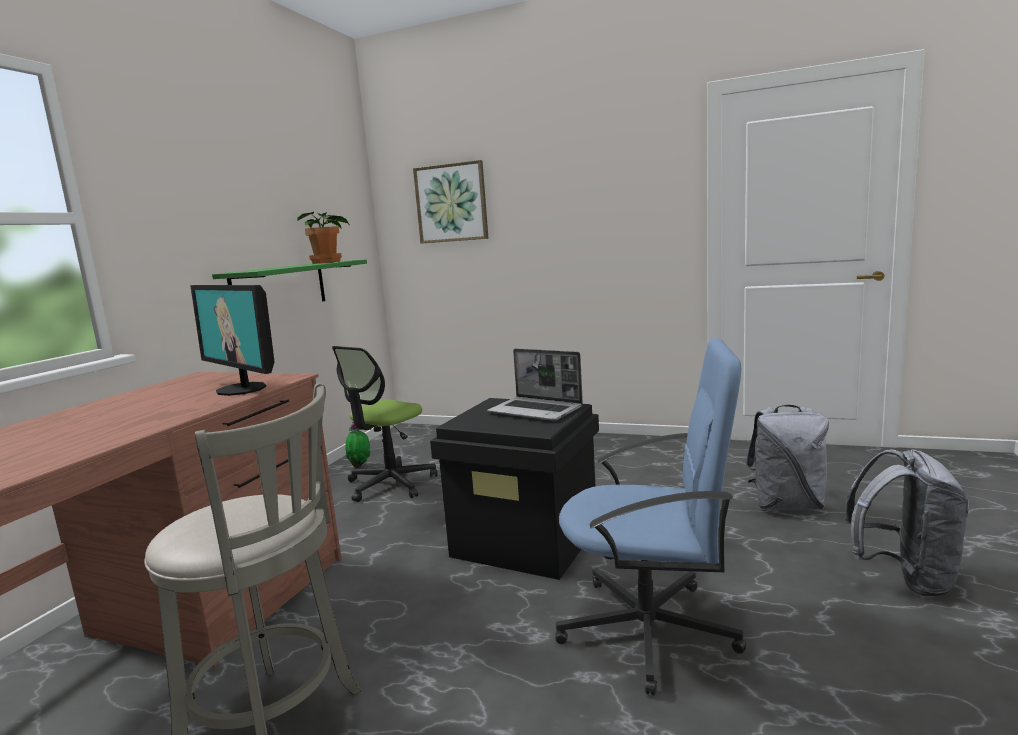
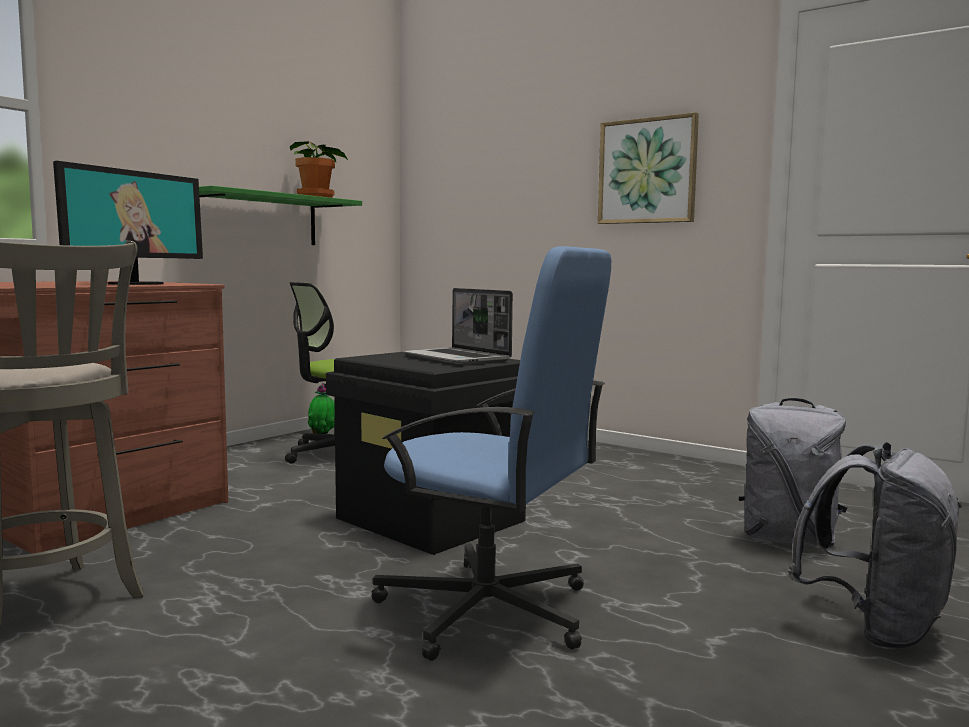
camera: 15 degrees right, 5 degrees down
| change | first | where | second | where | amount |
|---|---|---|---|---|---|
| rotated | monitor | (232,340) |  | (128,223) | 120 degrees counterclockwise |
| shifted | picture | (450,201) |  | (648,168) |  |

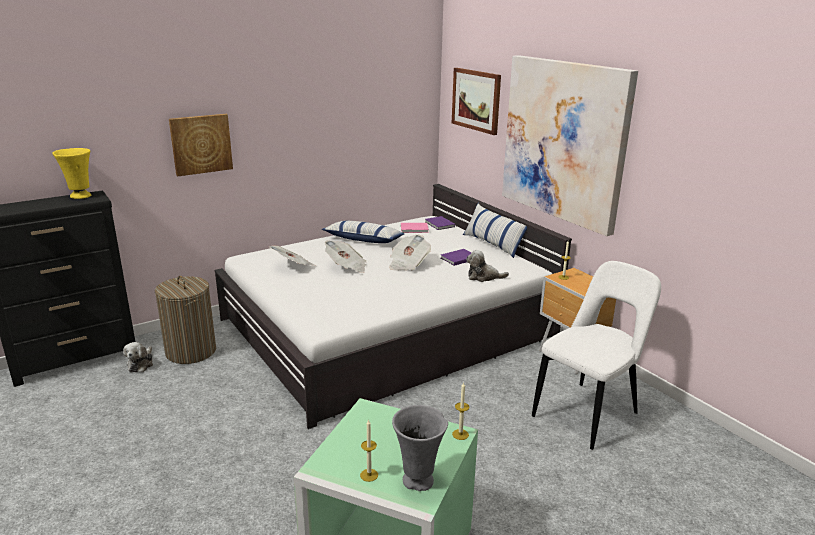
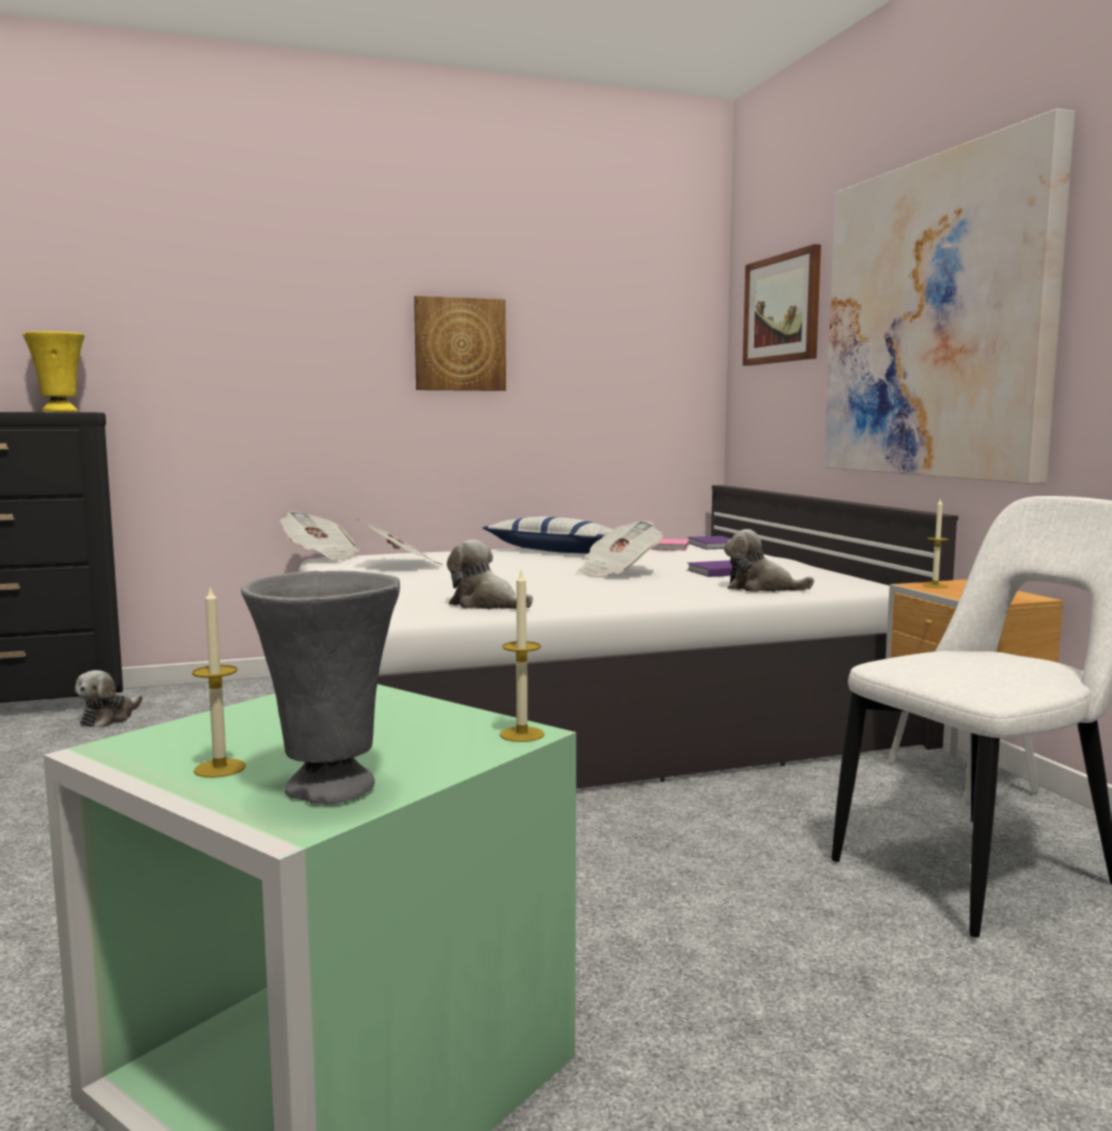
camera: 15 degrees right, 15 degrees down
| change | first | where | second | where | amount |
|---|---|---|---|---|---|
| shifted | newspaper | (345,256) |  | (320,536) |  |
| shifted | picture | (201,145) |  | (460,343) |  |
| new |  |  | plush toy | (490,574) |  |
| gone | laundry basket | (185,320) |  |  |  |
| gone | pillow | (495,231) |  |  |  |

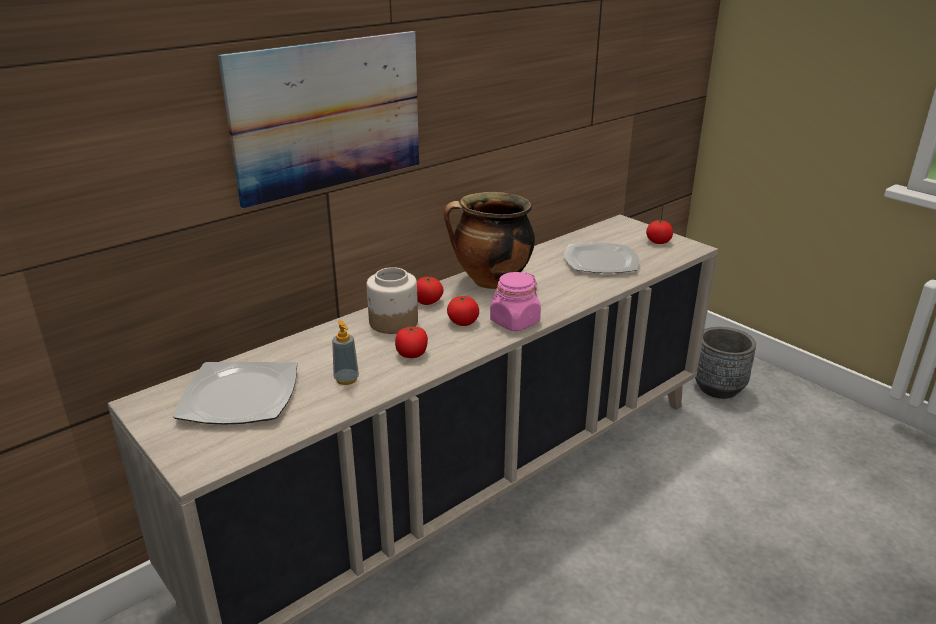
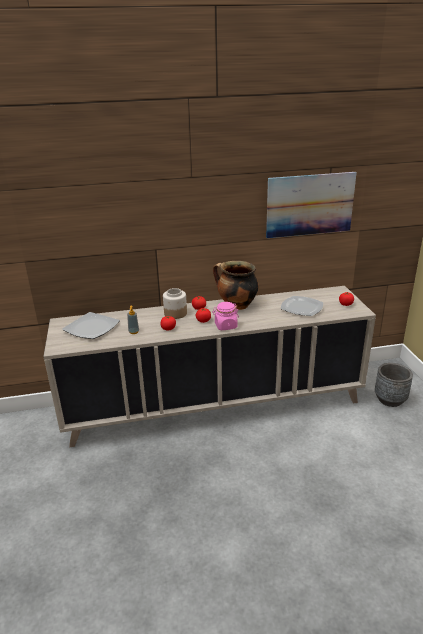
camera: 30 degrees right, 0 degrees up
| change | first | where | second | where | amount |
|---|---|---|---|---|---|
| shifted | picture | (318,120) |  | (311,205) |  |

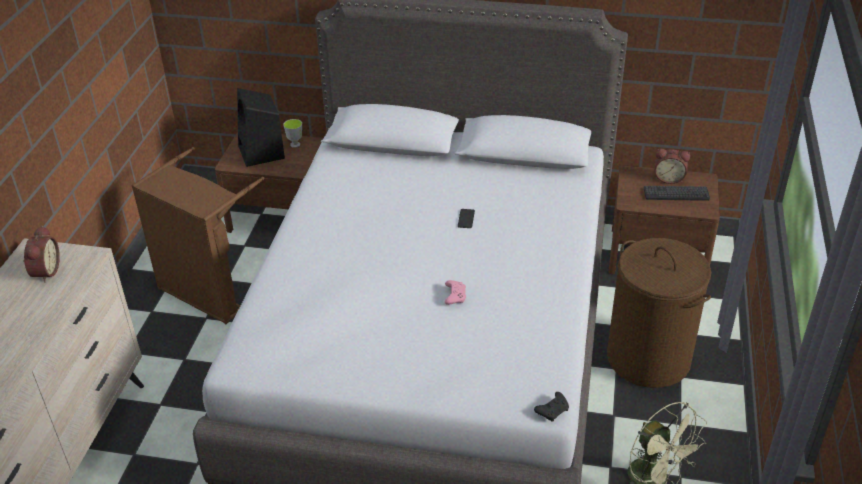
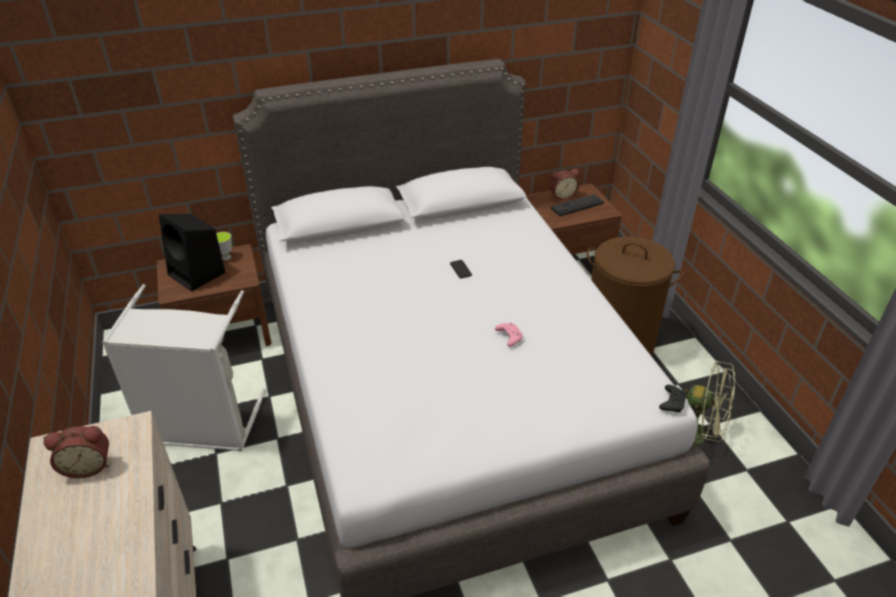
camera: 30 degrees left, 0 degrees up
| change | first | where | second | where | amount |
|---|---|---|---|---|---|
| rotated | alarm clock | (41,254) |  | (76,452) | 105 degrees clockwise |
| repainted | laundry basket (brown) | (198,235) | laundry basket (grey) | (184,368) |  |

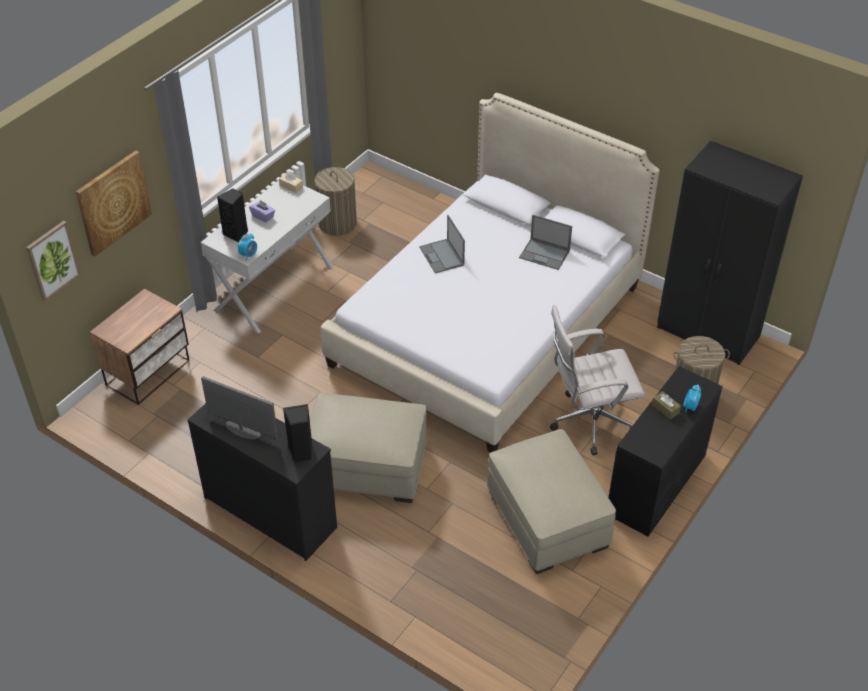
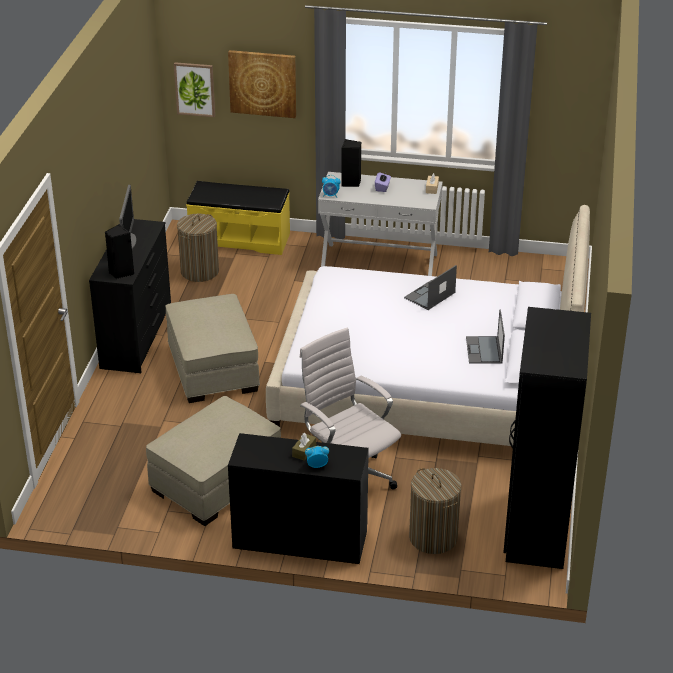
camera: 65 degrees right, 10 degrees down
| change | first | where | second | where | amount |
|---|---|---|---|---|---|
| shifted | laundry basket | (335,201) |  | (198,248) |  |
| swapped | nightstand | (140,347) | bench (yellow) | (238,218) |  |

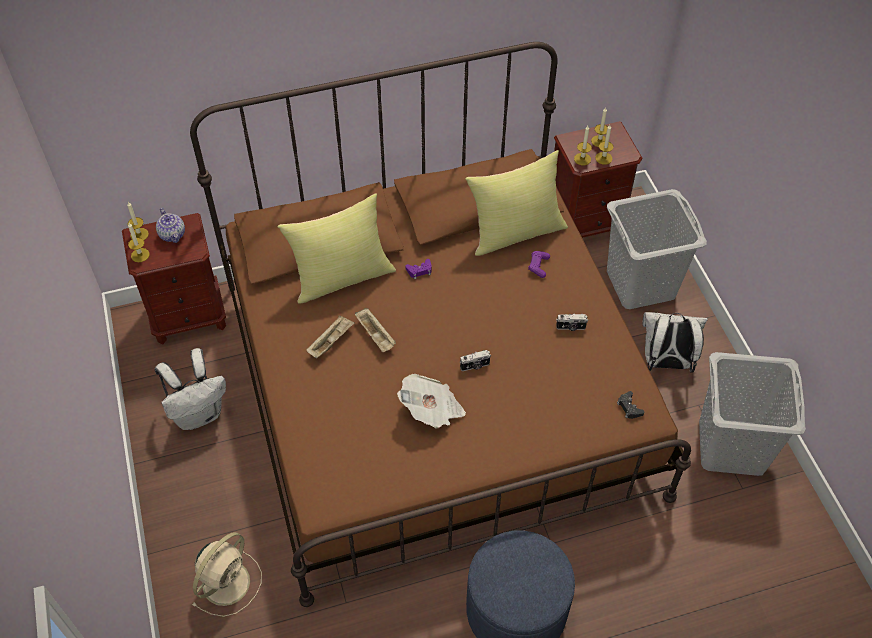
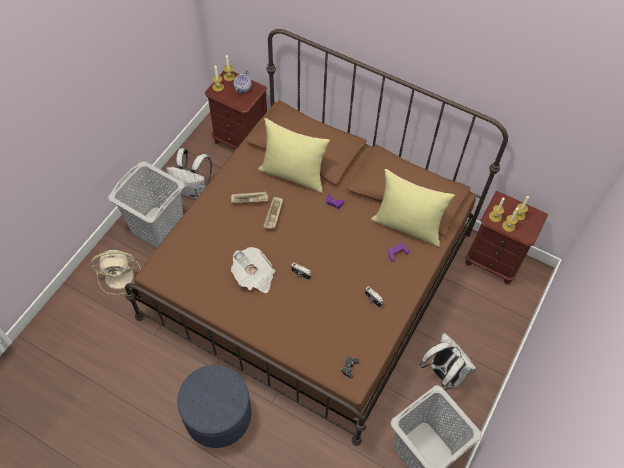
camera: 45 degrees right, 5 degrees up
| change | first | where | second | where | amount |
|---|---|---|---|---|---|
| shifted | laundry basket (grey) | (657,249) |  | (146,204) |  |

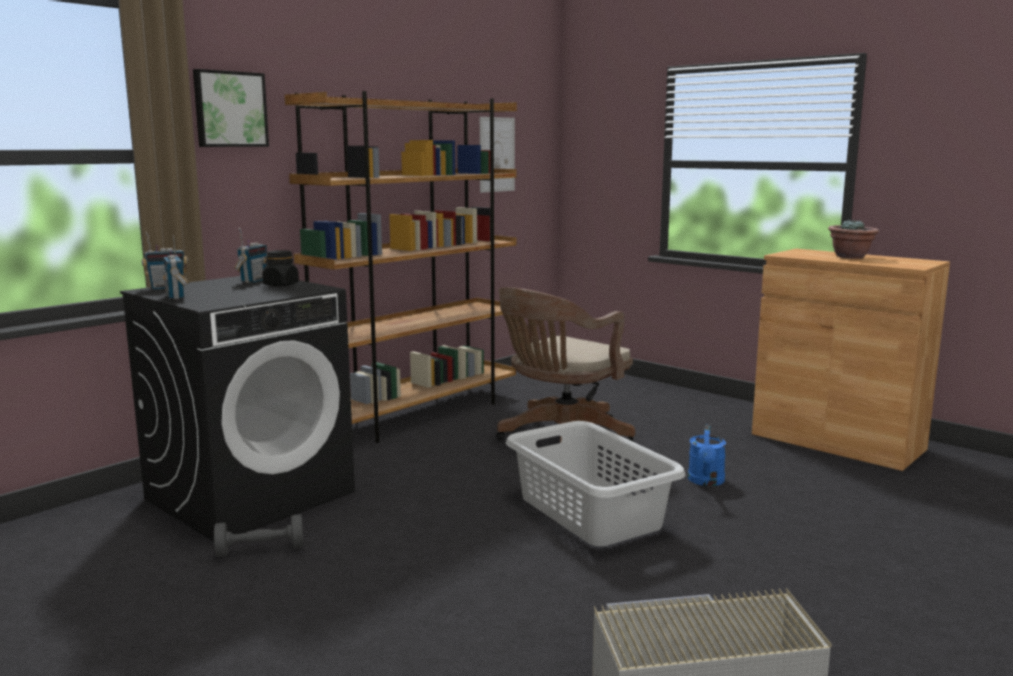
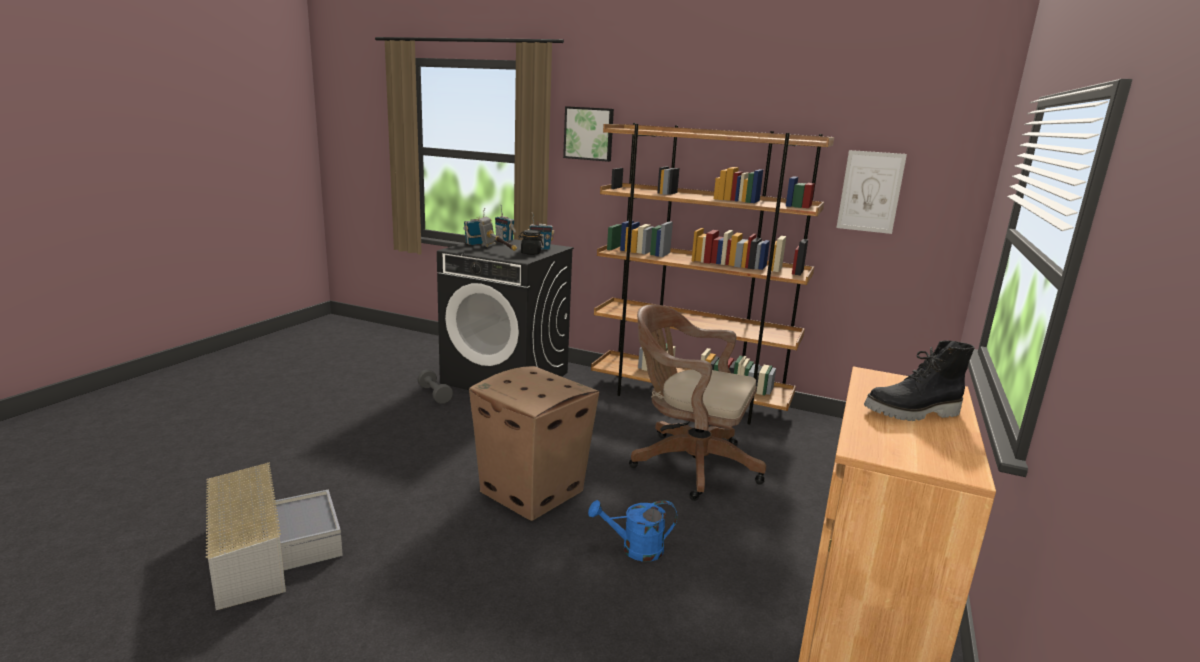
camera: 70 degrees right, 5 degrees up
| change | first | where | second | where | amount |
|---|---|---|---|---|---|
| swapped | laundry basket (grey) | (596,483) | cardboard box | (534,443) |  |
| new |  |  | hammer | (497,234) |  |
| swapped | potted plant | (853,239) | boot (black) | (919,381) |  |

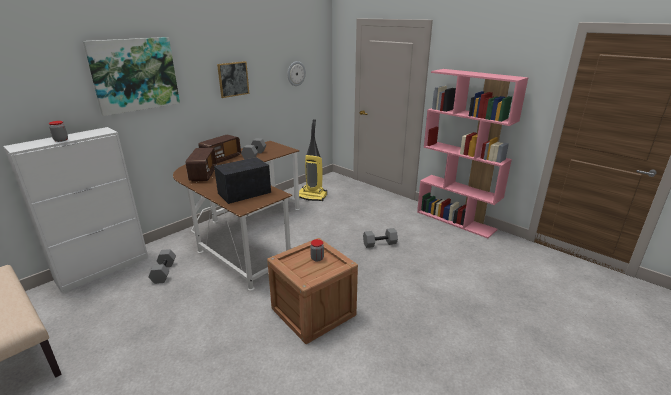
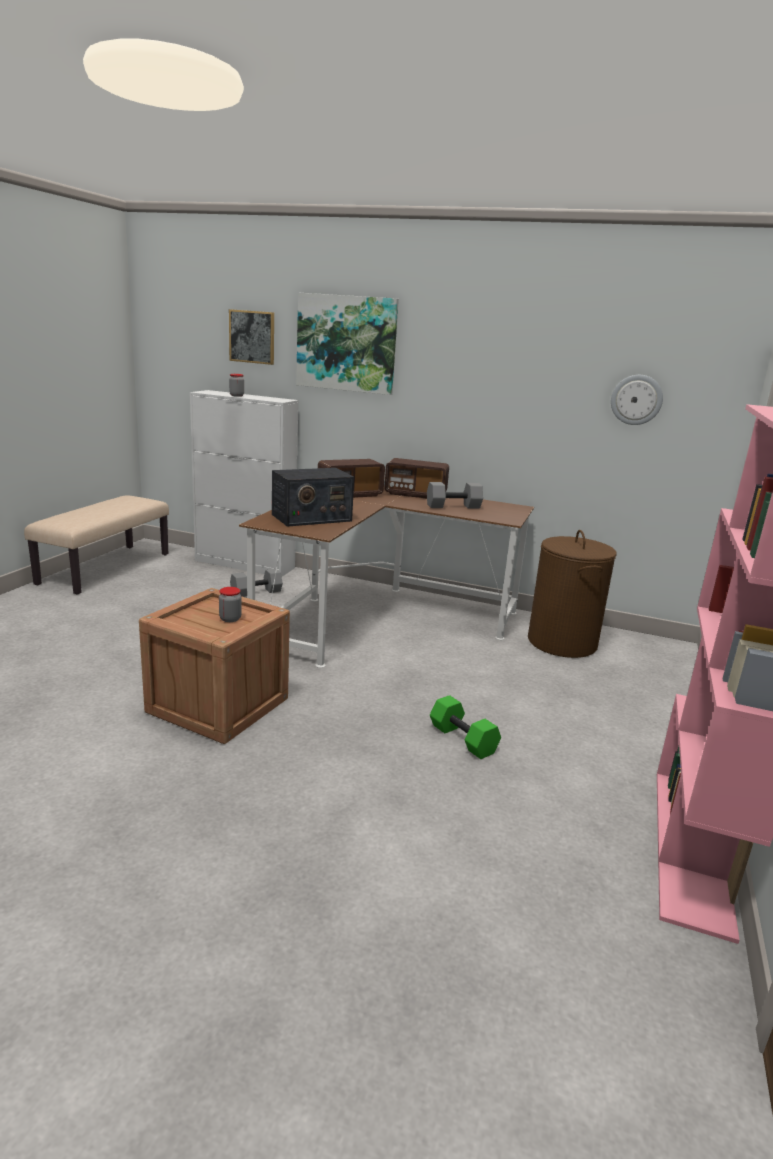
camera: 65 degrees right, 5 degrees down
| change | first | where | second | where | amount |
|---|---|---|---|---|---|
| shifted | picture | (233,79) |  | (251,337) |  |
| rotated | radio | (242,180) |  | (313,497) | 120 degrees clockwise |
| repainted | dumbbell (grey) | (380,238) | dumbbell (green) | (465,727) |  |
| swapped | vacuum cleaner | (313,160) | laundry basket (brown) | (572,594) |  |

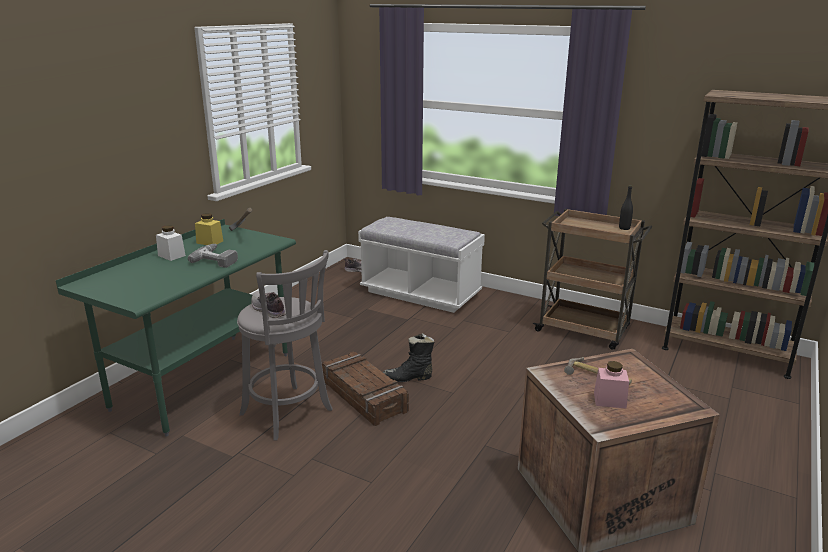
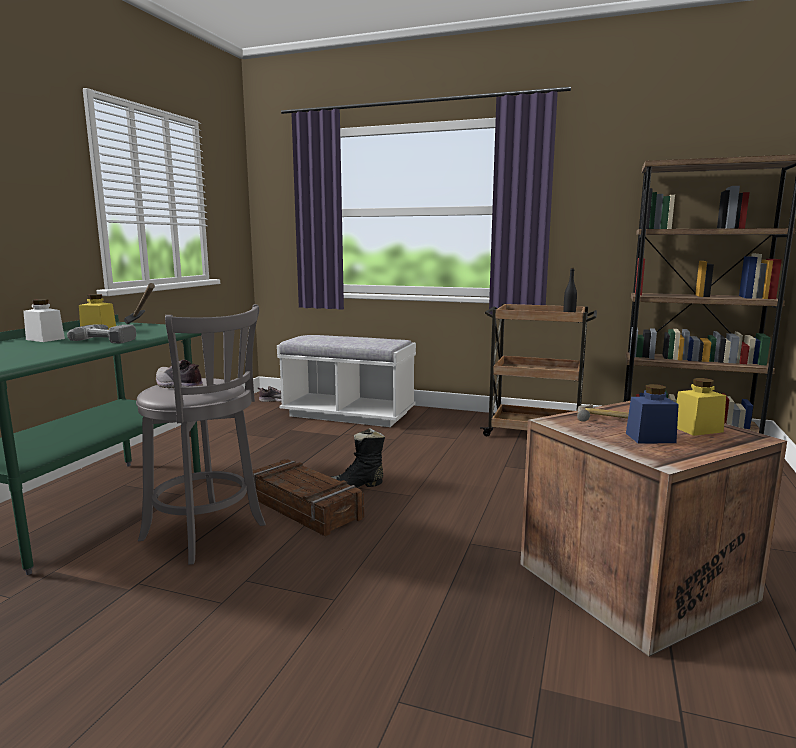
camera: 10 degrees left, 10 degrees down
| change | first | where | second | where | amount |
|---|---|---|---|---|---|
| repainted | jar (pink) | (611,385) | jar (blue) | (652,413) |  |
| new |  |  | jar (yellow) | (701,407) |  |

